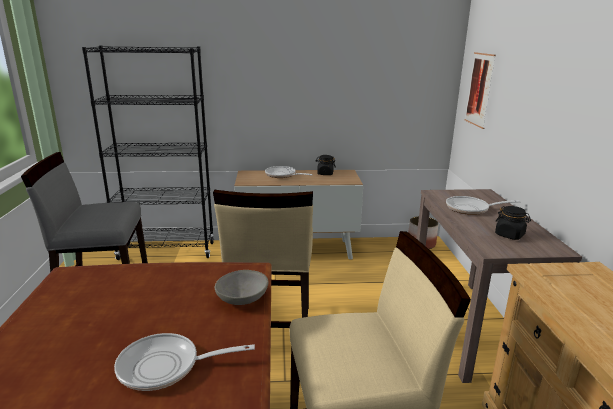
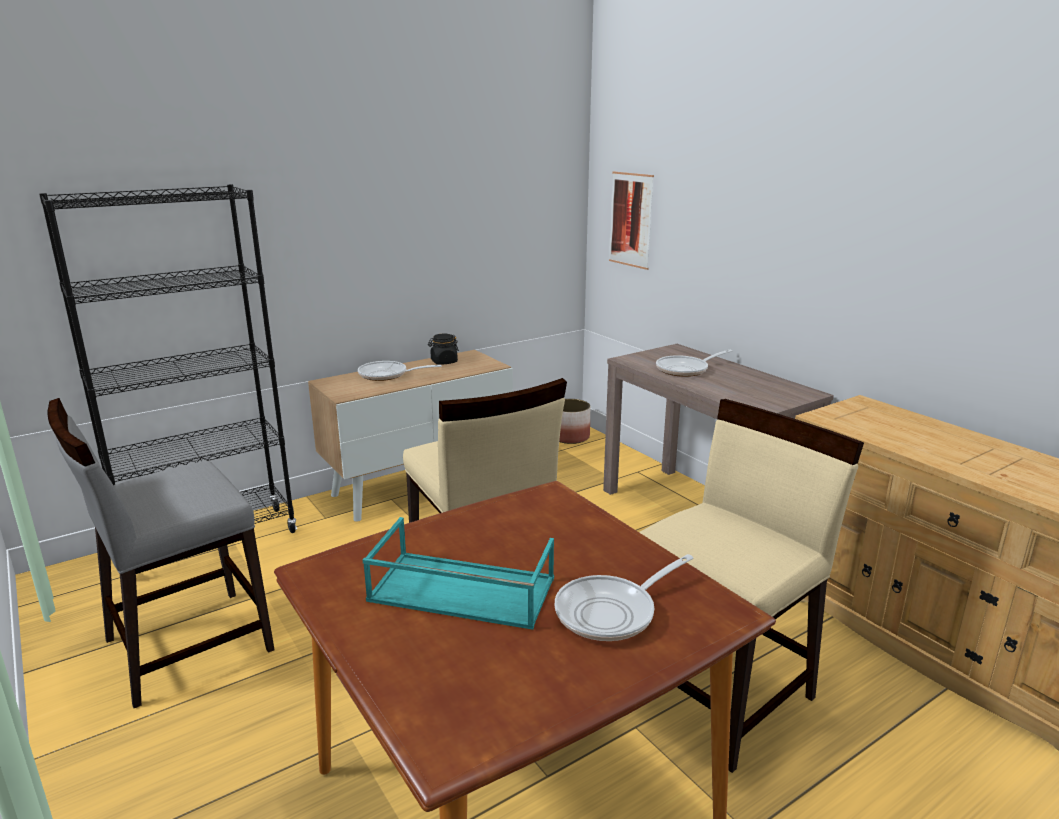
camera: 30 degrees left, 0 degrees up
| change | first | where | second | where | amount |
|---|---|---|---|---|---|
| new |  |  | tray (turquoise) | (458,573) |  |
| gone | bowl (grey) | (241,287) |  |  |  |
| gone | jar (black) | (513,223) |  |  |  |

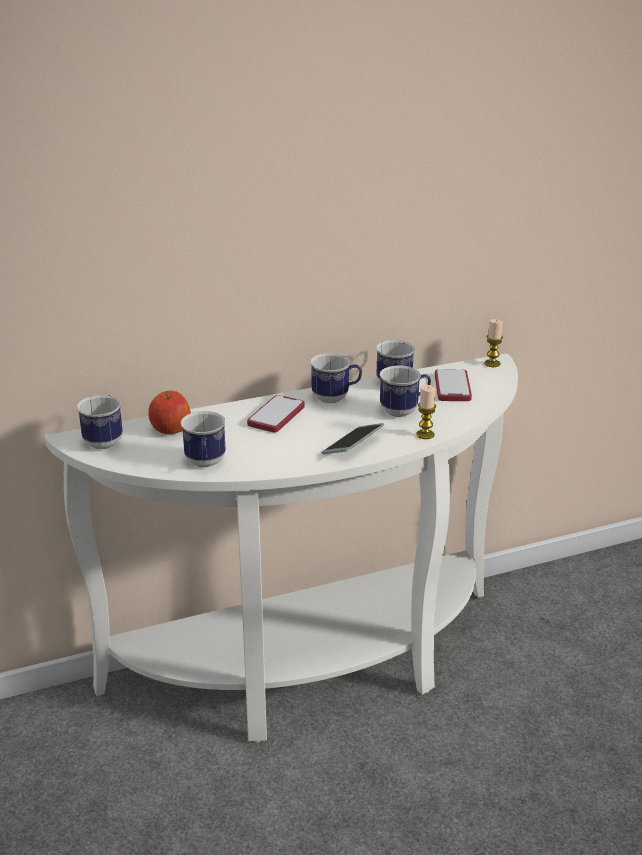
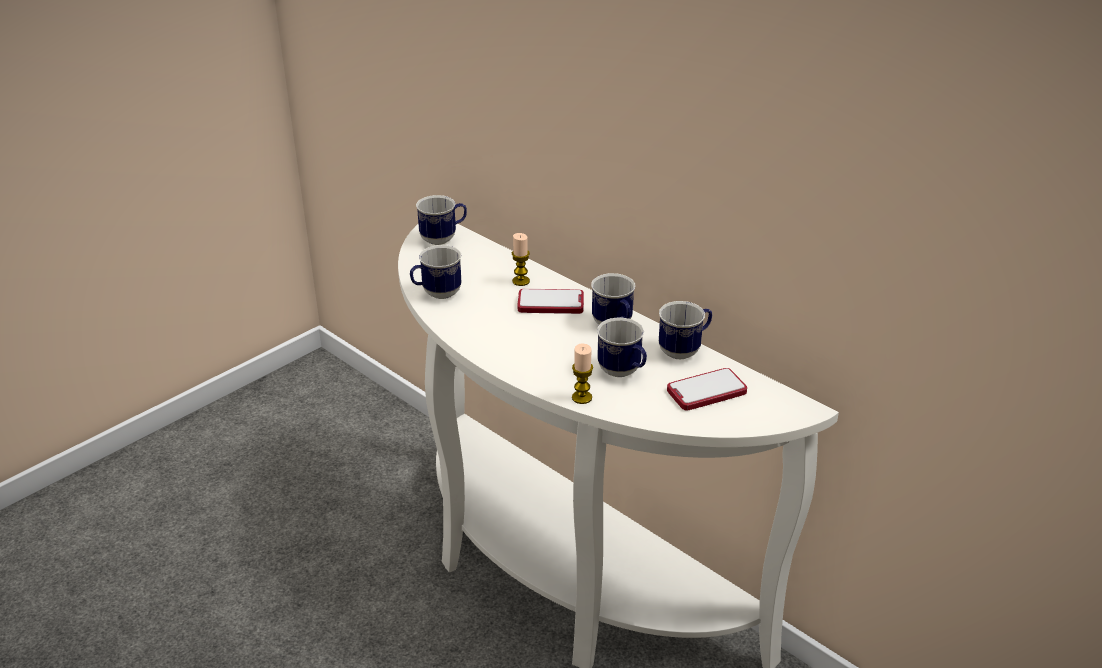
camera: 65 degrees right, 5 degrees up
| change | first | where | second | where | amount |
|---|---|---|---|---|---|
| shifted | candle | (493,343) |  | (521,259) |  |
| gone | apple | (169,412) |  |  |  |
| gone | phone | (352,438) |  |  |  |

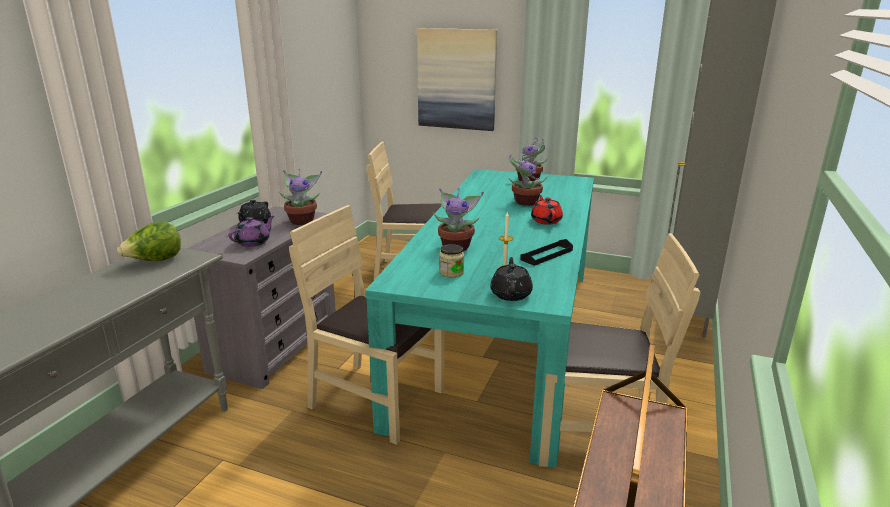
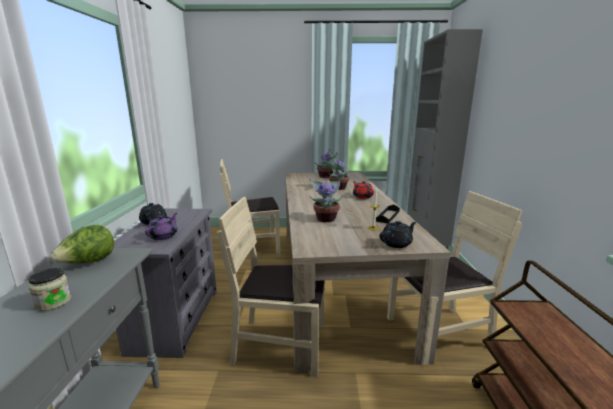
camera: 20 degrees left, 5 degrees down
| change | first | where | second | where | amount |
|---|---|---|---|---|---|
| shifted | jar | (451,260) |  | (49,289) |  |
| repainted | dining table (turquoise) | (479,318) | dining table (beige) | (368,272) |  |
| rotated | teapot (black) | (511,279) |  | (397,234) | 75 degrees clockwise |
| gone | potted plant | (300,197) |  |  |  |
| gone | picture | (457,79) |  |  |  |

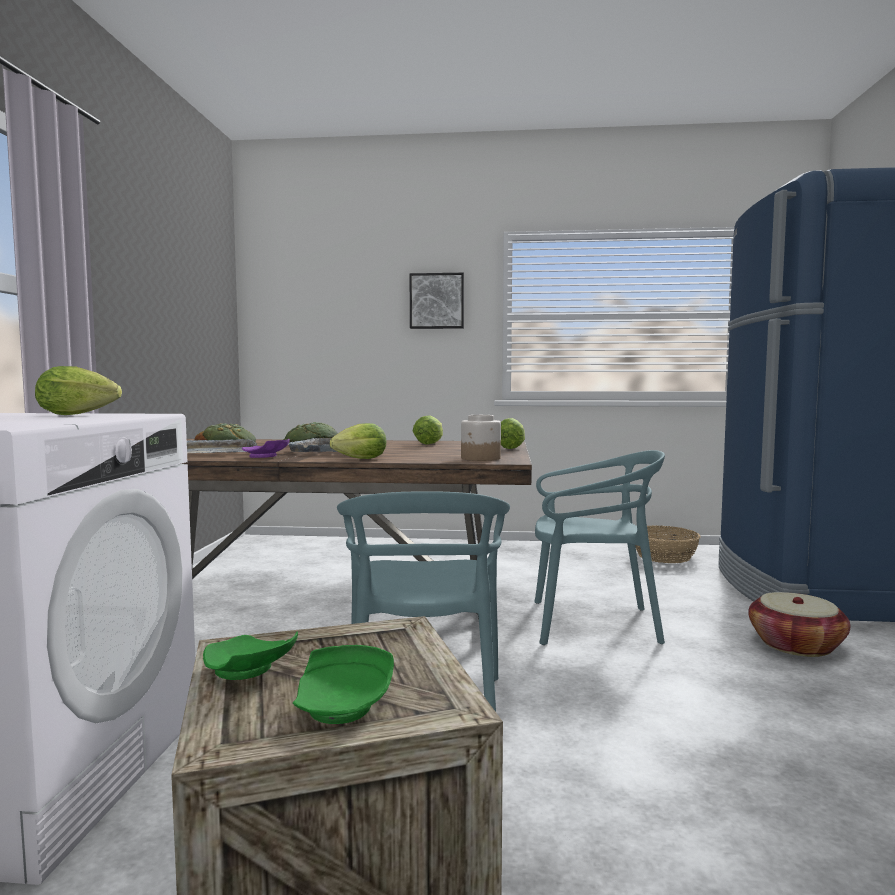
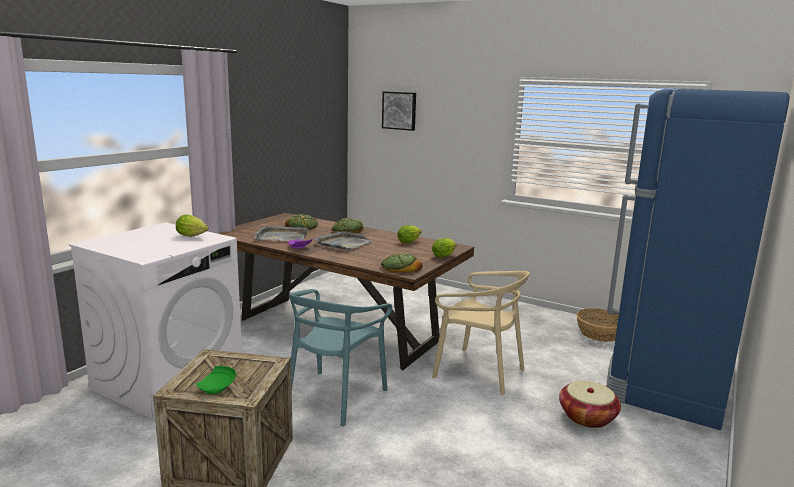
camera: 25 degrees right, 10 degrees up
| change | first | where | second | where | amount |
|---|---|---|---|---|---|
| swapped | jar | (481,438) | bread | (402,263) |  |
| shifted | picture | (437,301) |  | (399,111) |  |
| repainted | chair (turquoise) | (599,547) | chair (beige) | (480,333) |  |
| gone | plate (green) | (250,656) |  |  |  |
| gone | lettuce | (358,441) |  |  |  |

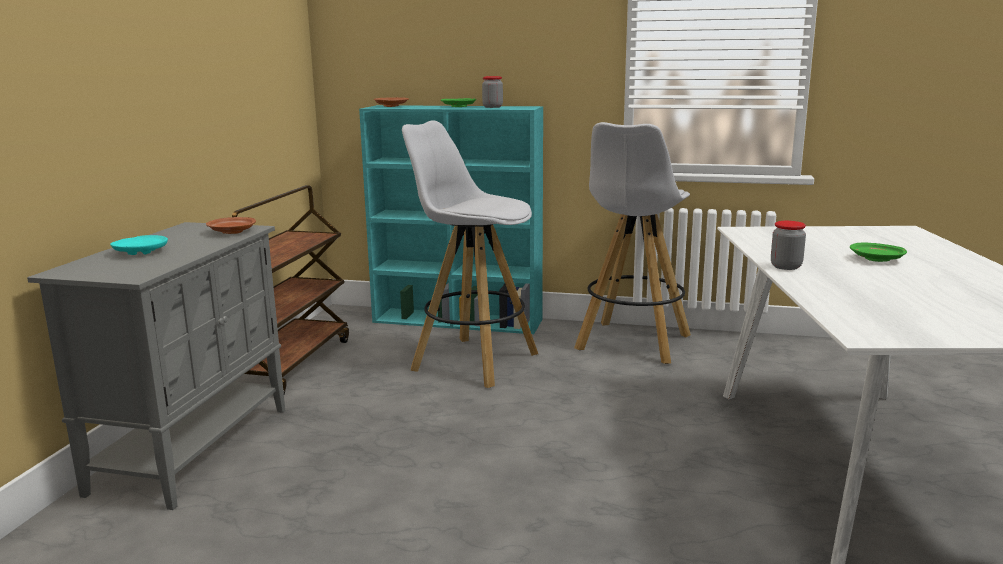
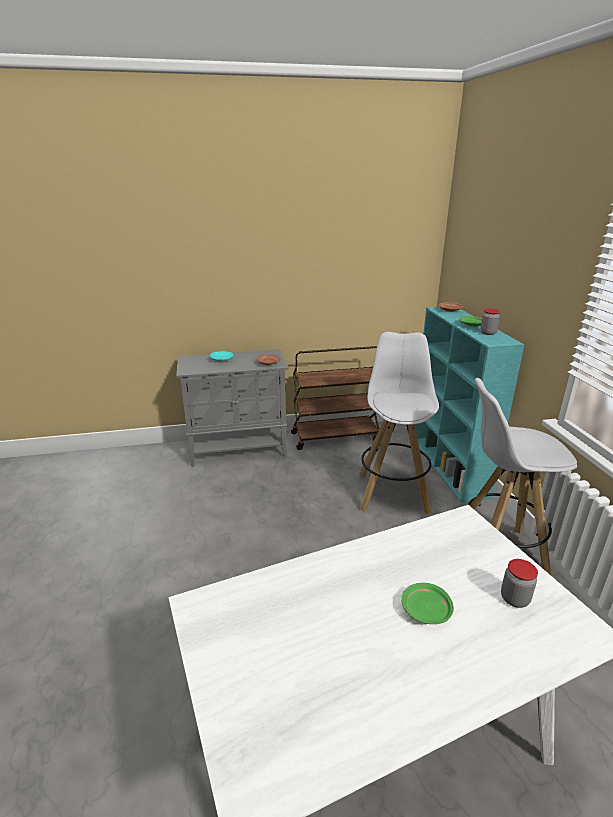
camera: 65 degrees right, 10 degrees up
| change | first | where | second | where | amount |
|---|---|---|---|---|---|
| shifted | jar | (788,245) |  | (519,583) |  |

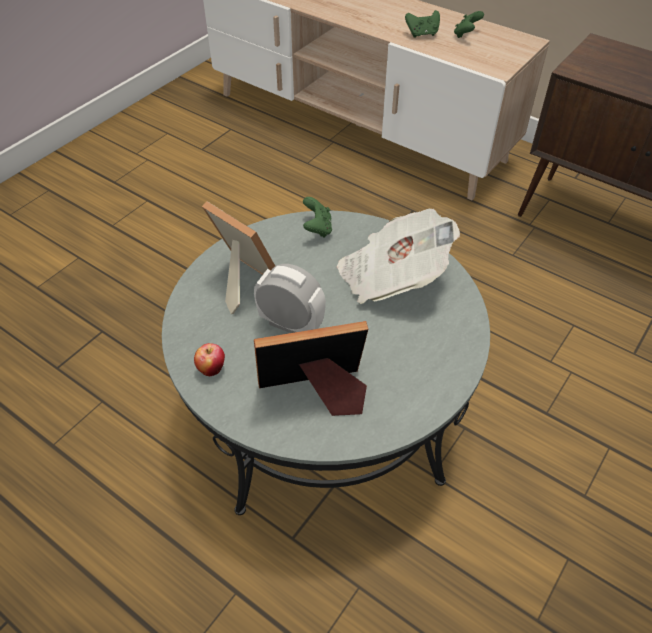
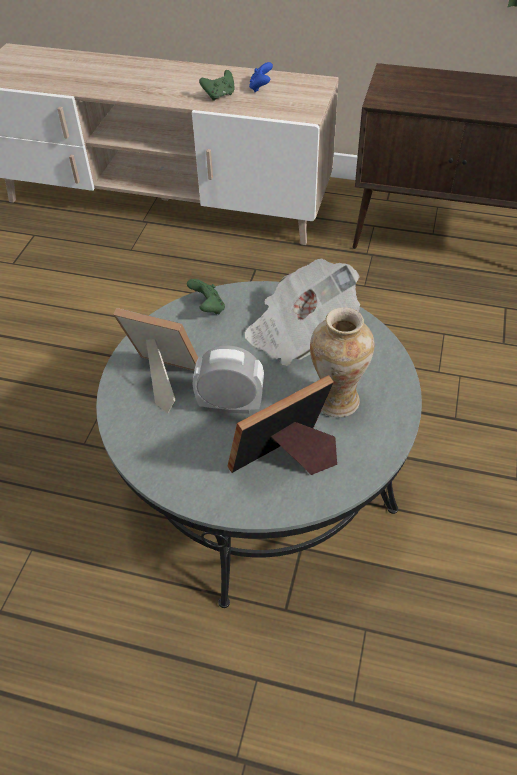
camera: 20 degrees left, 0 degrees up
| change | first | where | second | where | amount |
|---|---|---|---|---|---|
| repainted | game controller (green) | (469,24) | game controller (blue) | (261,77) |  |
| new |  |  | vase | (342,362) |  |
| gone | apple | (209,359) |  |  |  |

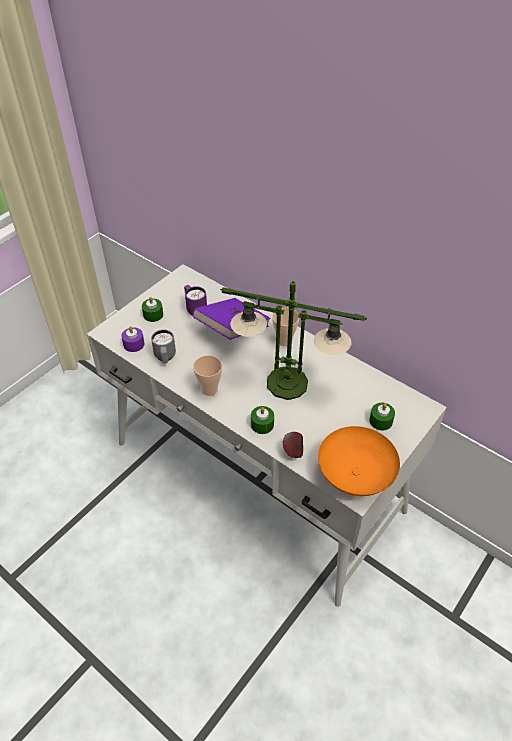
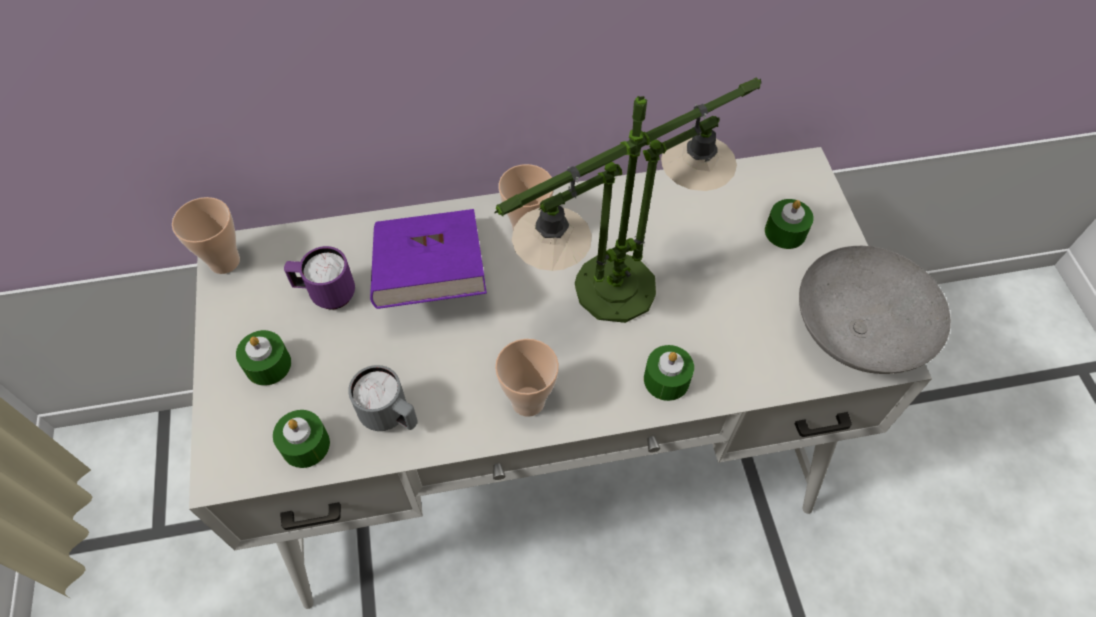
camera: 50 degrees left, 10 degrees up
| change | first | where | second | where | amount |
|---|---|---|---|---|---|
| new |  |  | cup | (206,235) |  |
| repainted | candle (purple) | (133,339) | candle (green) | (301,439) |  |
| repainted | bowl (orange) | (359,461) | bowl (grey) | (875,310) |  |
| gone | apple | (293,445) |  |  |  |

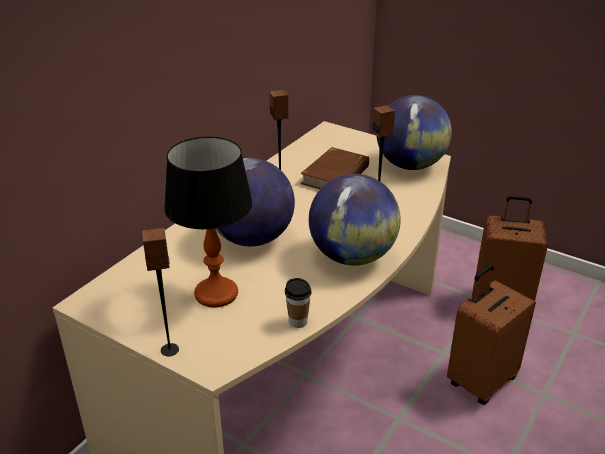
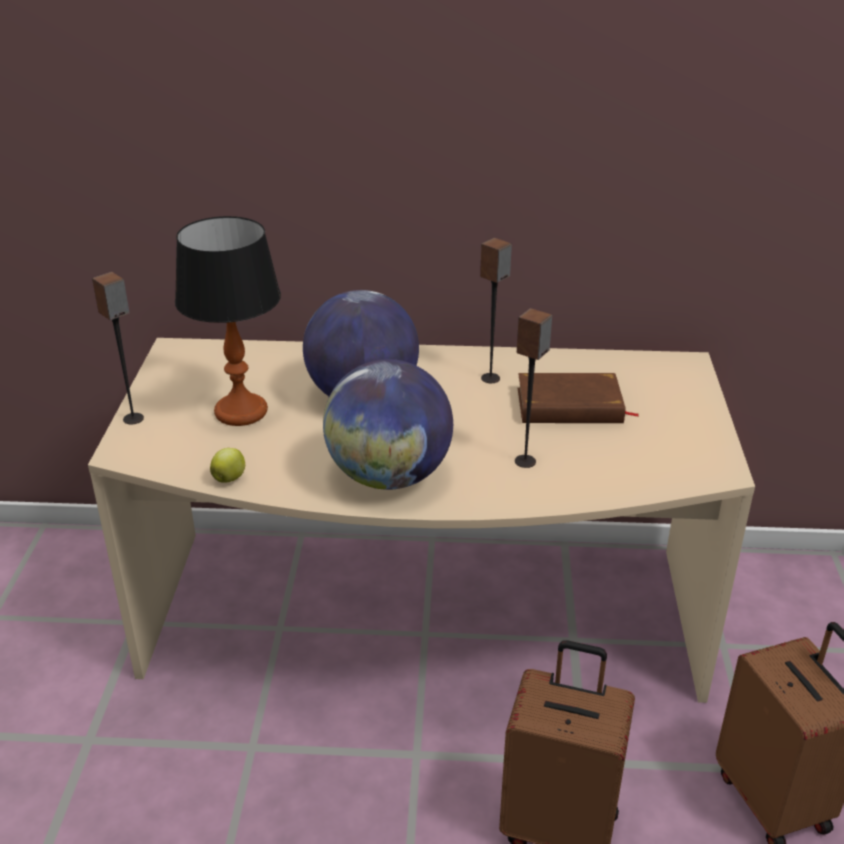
camera: 60 degrees right, 0 degrees up
| change | first | where | second | where | amount |
|---|---|---|---|---|---|
| swapped | cup | (298,303) | apple | (227,465) |  |
| gone | globe | (414,132) |  |  |  |

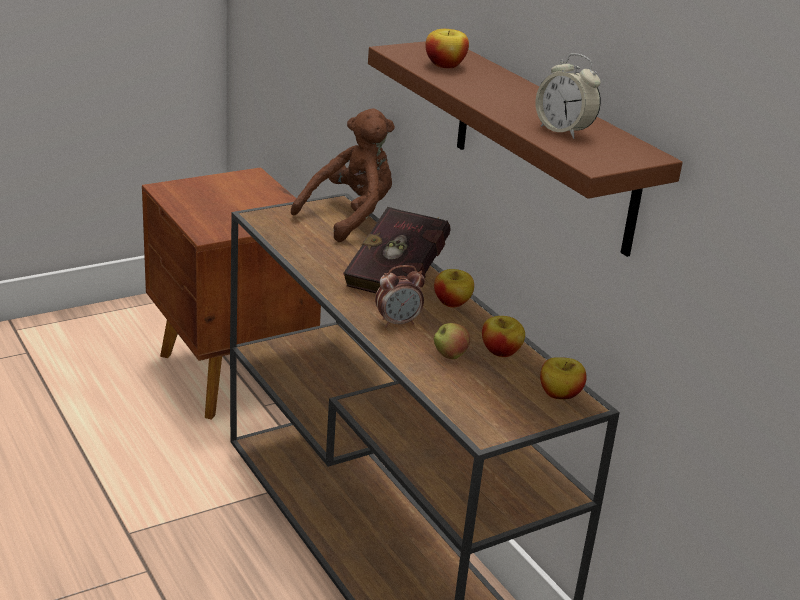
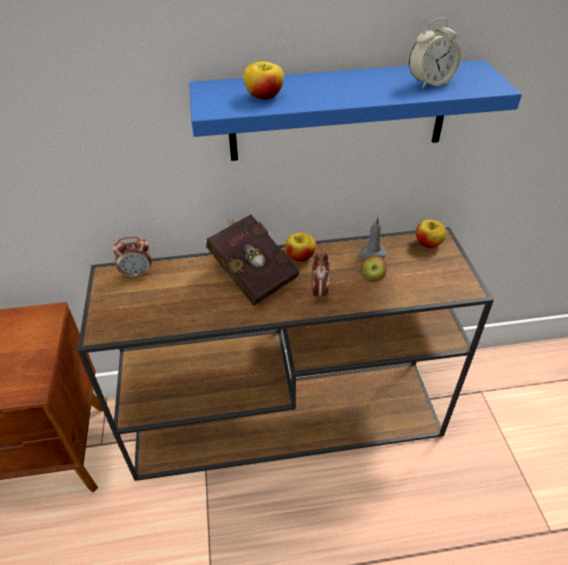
camera: 65 degrees left, 15 degrees up
| change | first | where | second | where | amount |
|---|---|---|---|---|---|
| swapped | plush toy (brown) | (343,175) | alarm clock | (132,257) |  |
| repainted | shelf (brown) | (525,149) | shelf (blue) | (355,110) |  |
| swapped | apple | (503,336) | candle (grey) | (372,237) |  |

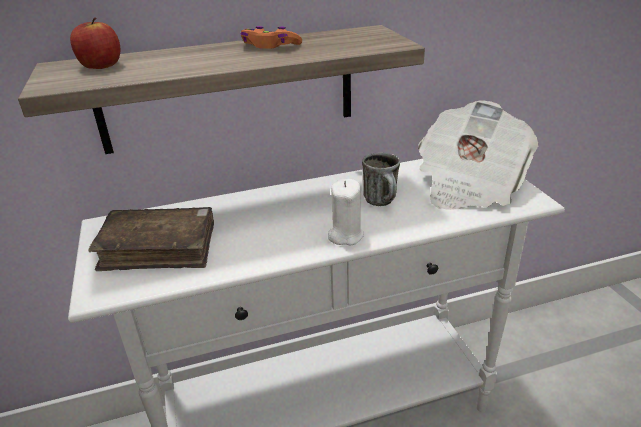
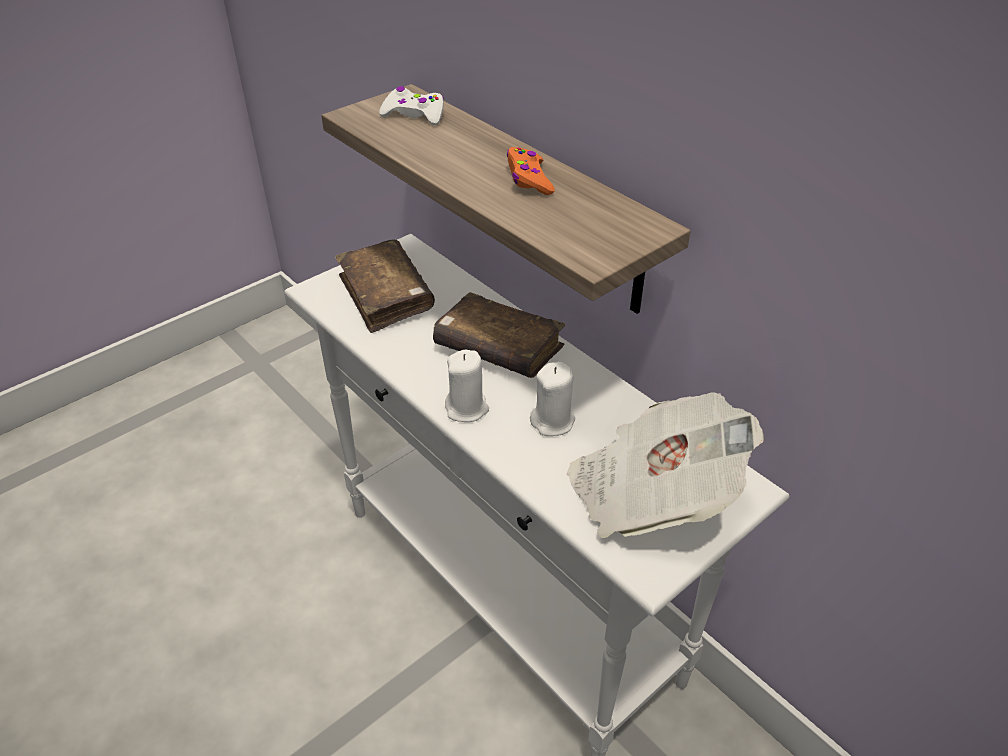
camera: 65 degrees right, 10 degrees up
| change | first | where | second | where | amount |
|---|---|---|---|---|---|
| swapped | apple | (95,43) | game controller (white) | (411,105) |  |
| new |  |  | book (brown) | (499,335) |  |
| swapped | mug | (381,179) | candle (white) | (552,399) |  |

